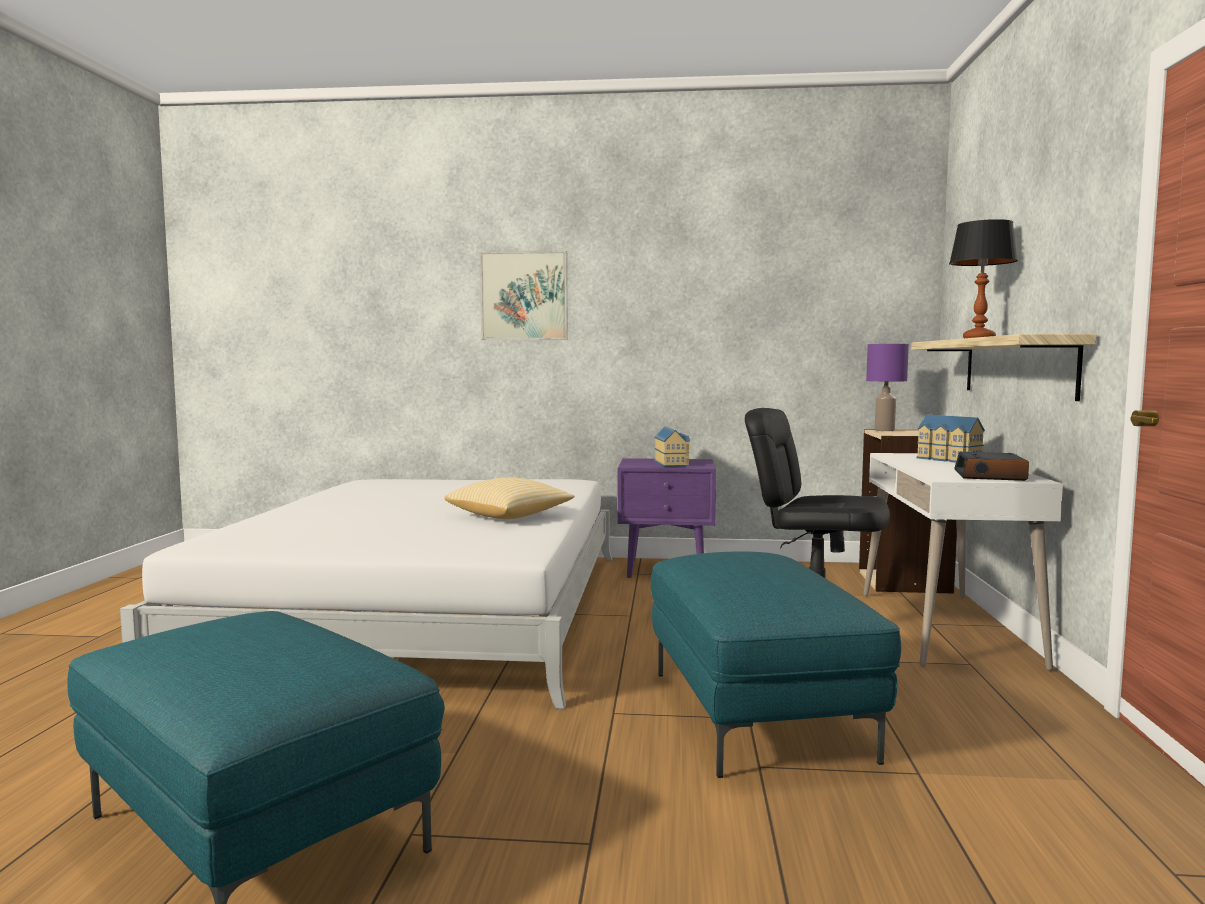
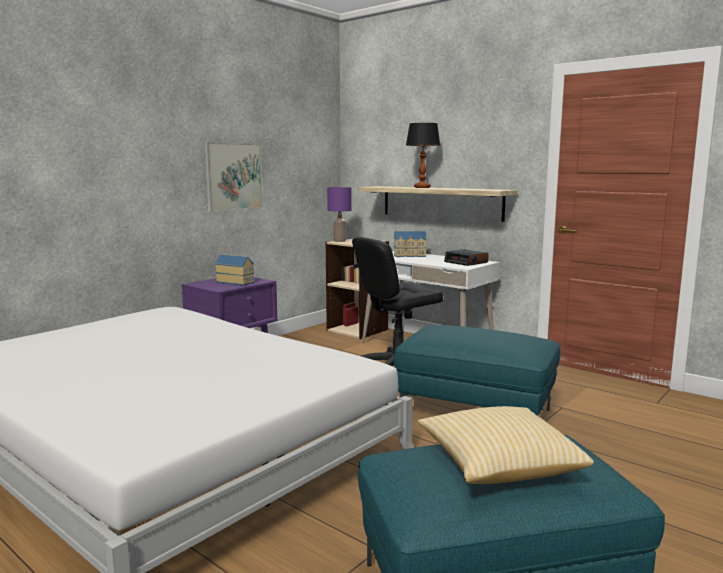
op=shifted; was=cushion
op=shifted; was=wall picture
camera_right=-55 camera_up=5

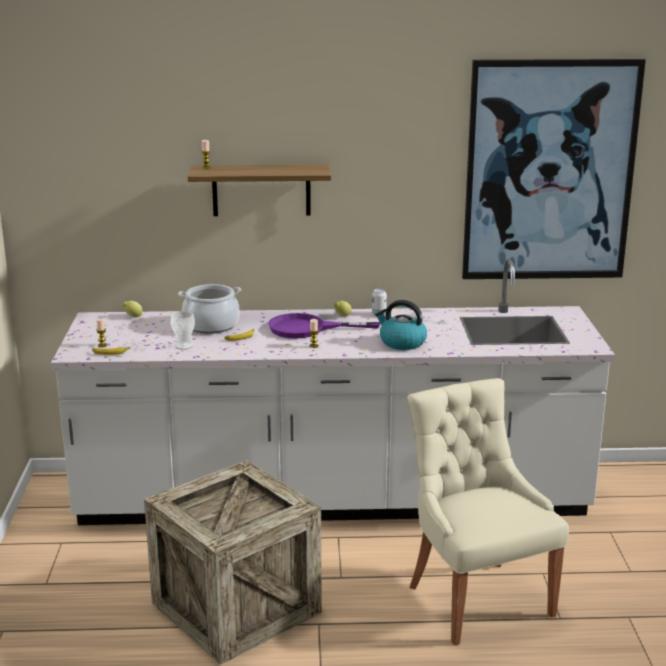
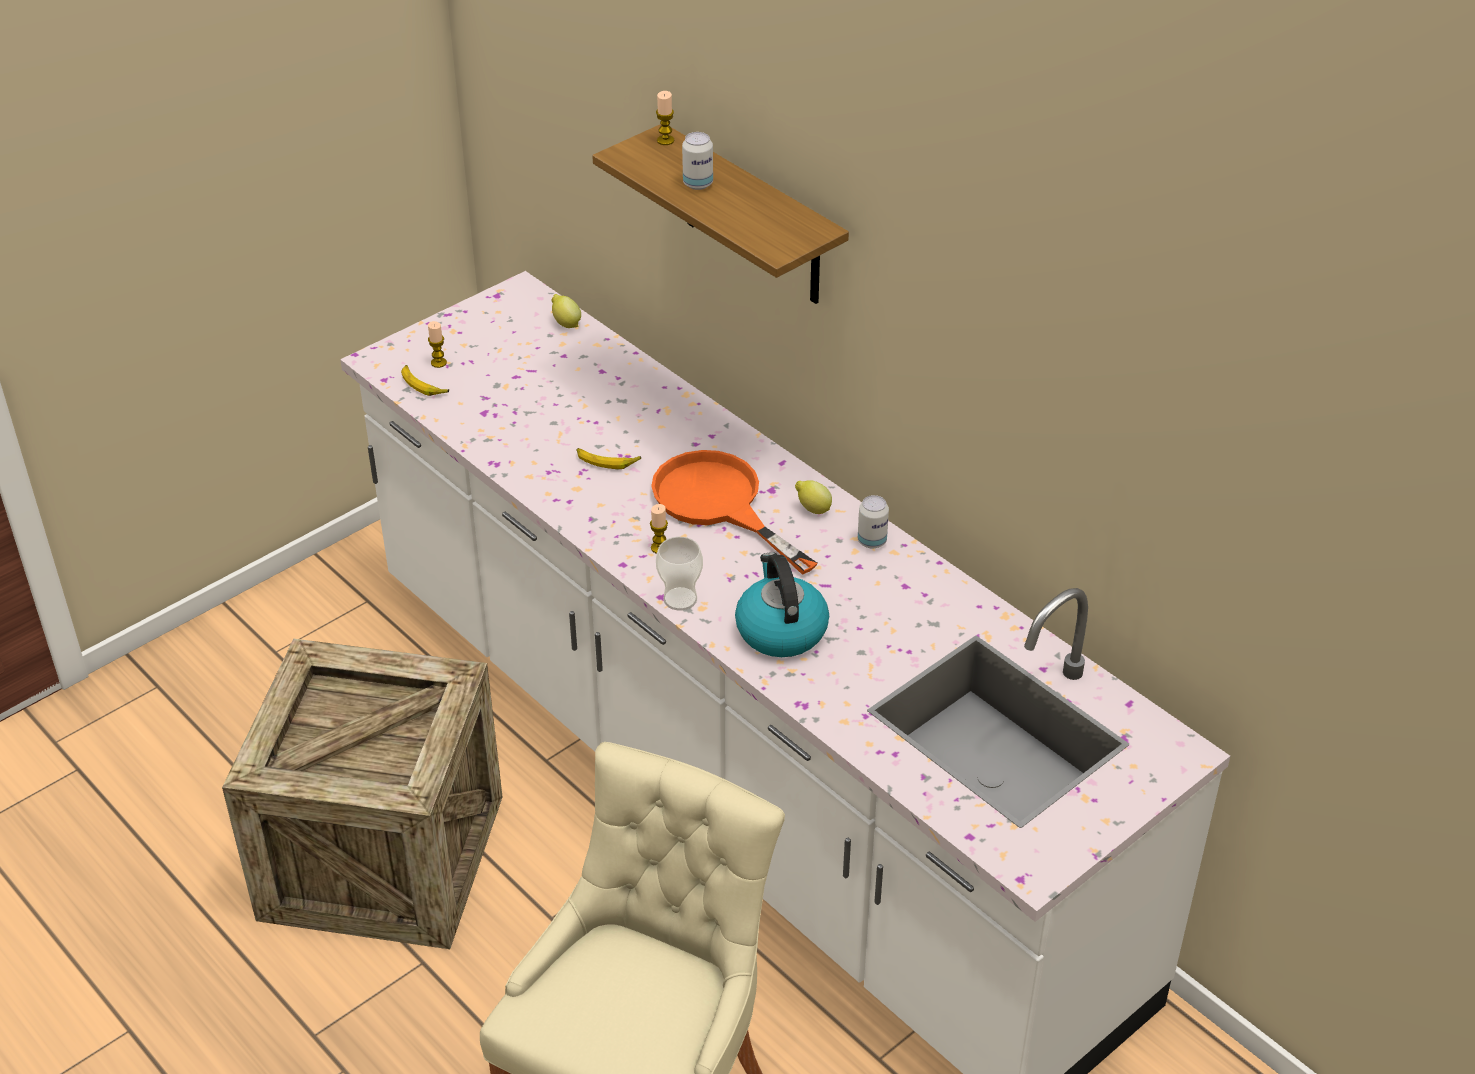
op=shifted; was=drinking cup
op=gone; was=stockpot
op=repainted; was=pan/purple; now=pan/orange-coloured
op=gone; was=wall picture
op=new; now=sealed can (no. 1 from left)
camera_right=50 camera_up=20

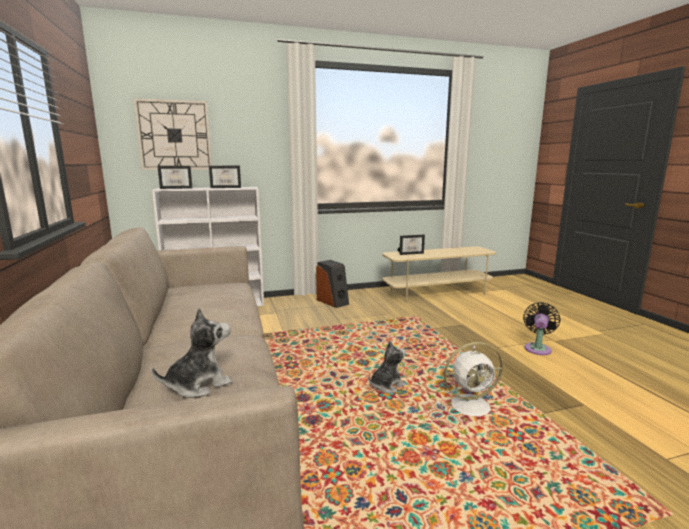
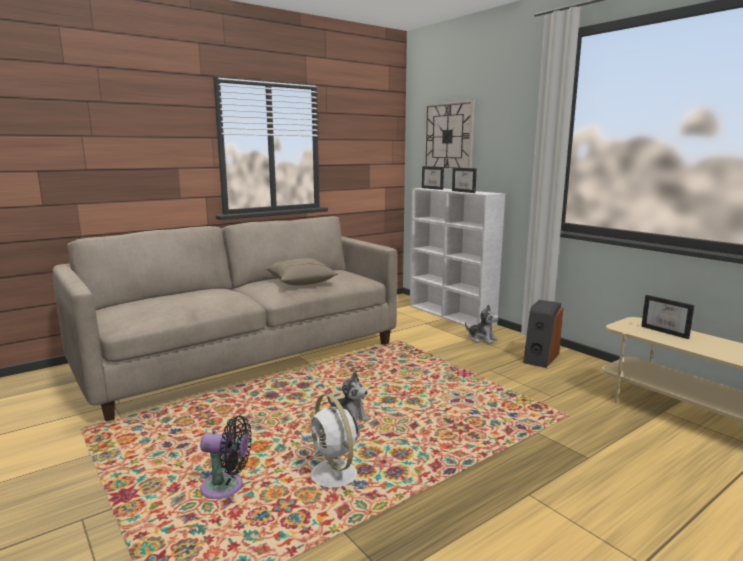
op=shifted; was=cuddly toy (no. 1 from left in the first image); now=cuddly toy (no. 2 from left)
op=shifted; was=cooling fan/black
op=new; now=cushion/beige-coloured
camera_right=70 camera_up=0

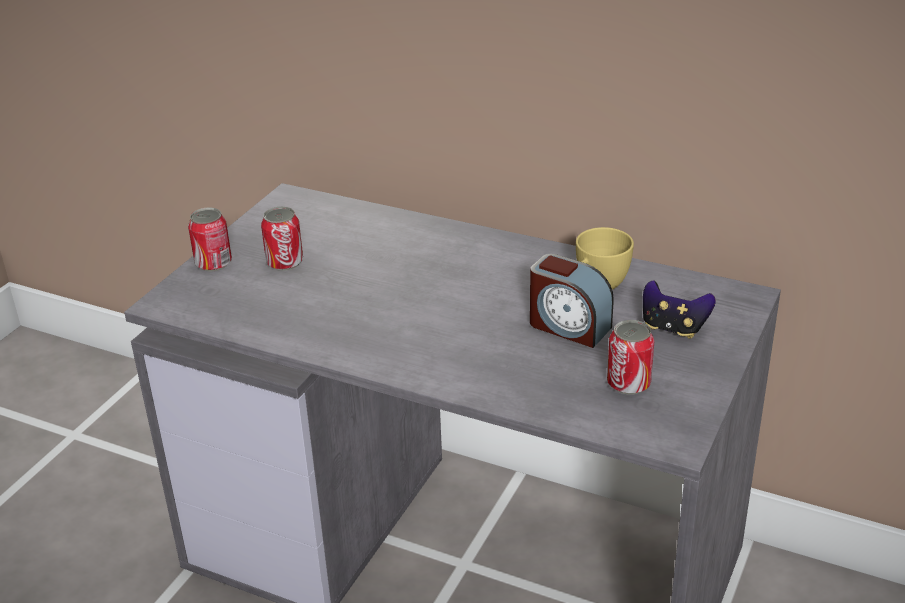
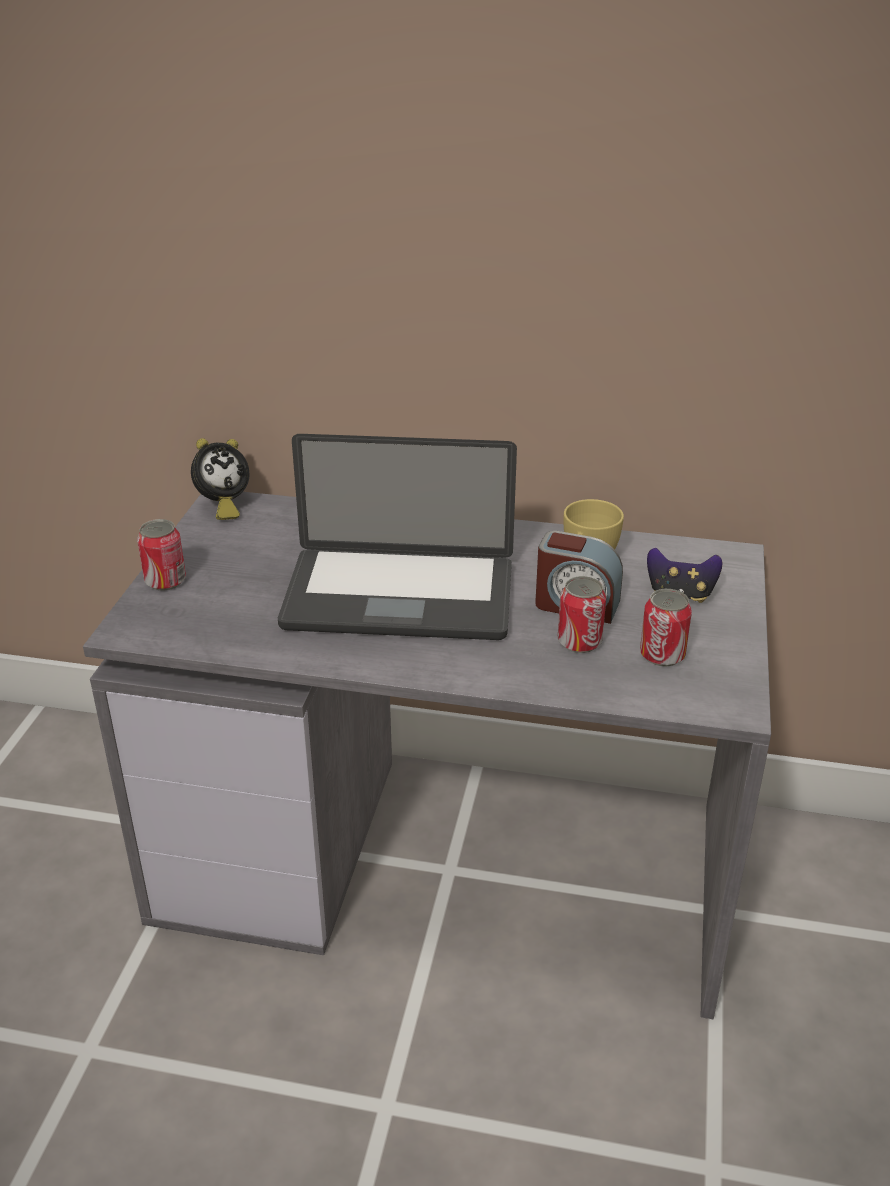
op=shifted; was=sealed can (no. 2 from left)
op=new; now=bedside clock (no. 1 from left)
op=new; now=portable computer
camera_right=-15 camera_up=0

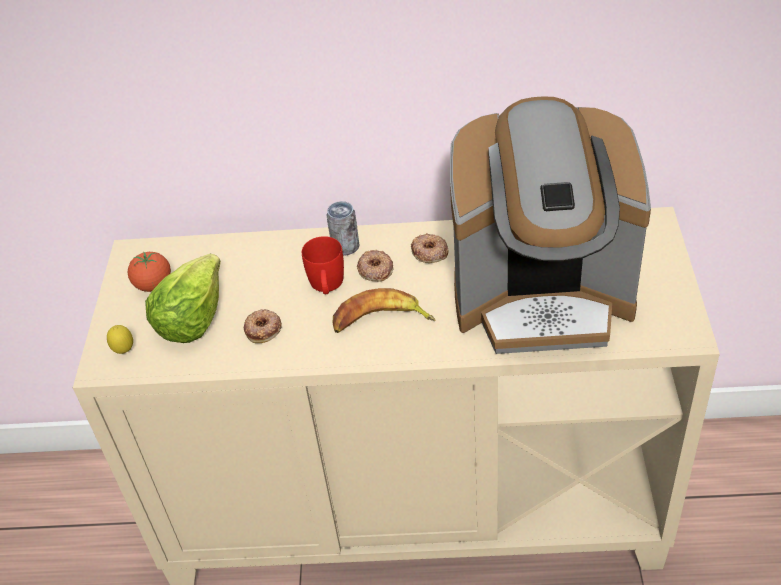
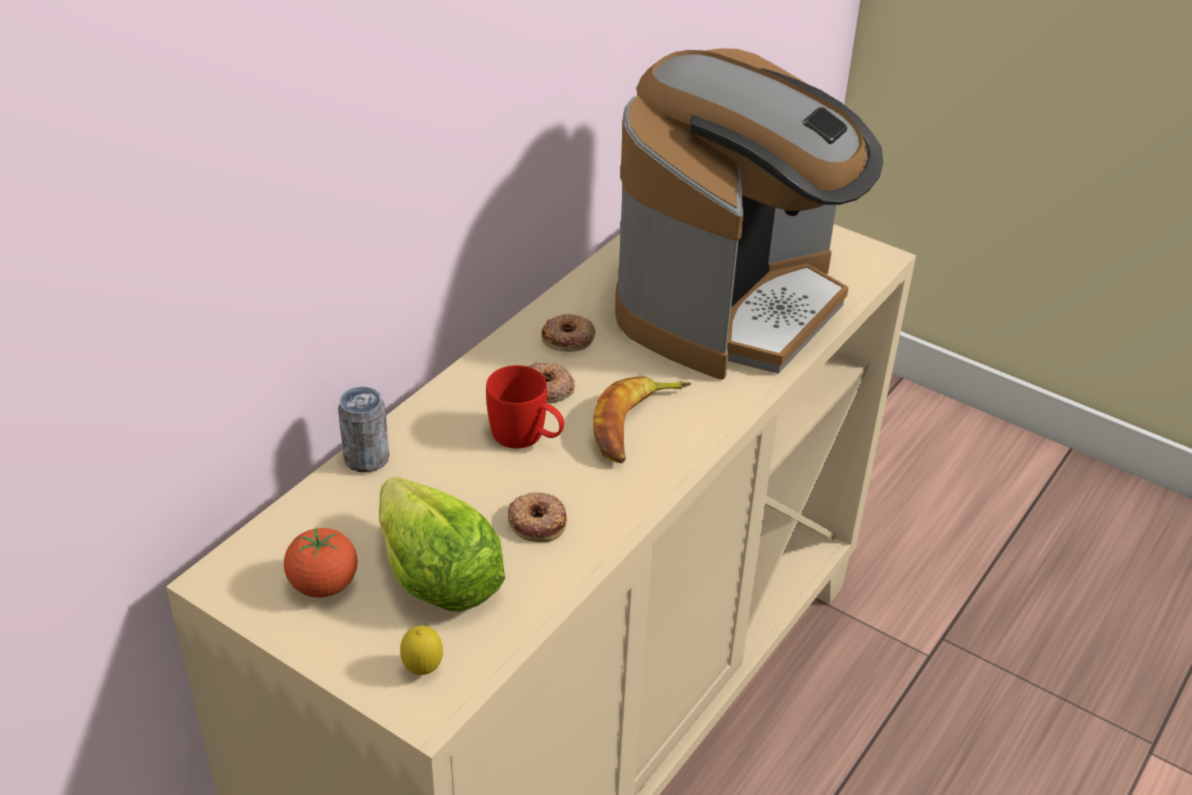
op=shifted; was=sealed can
camera_right=-60 camera_up=-5

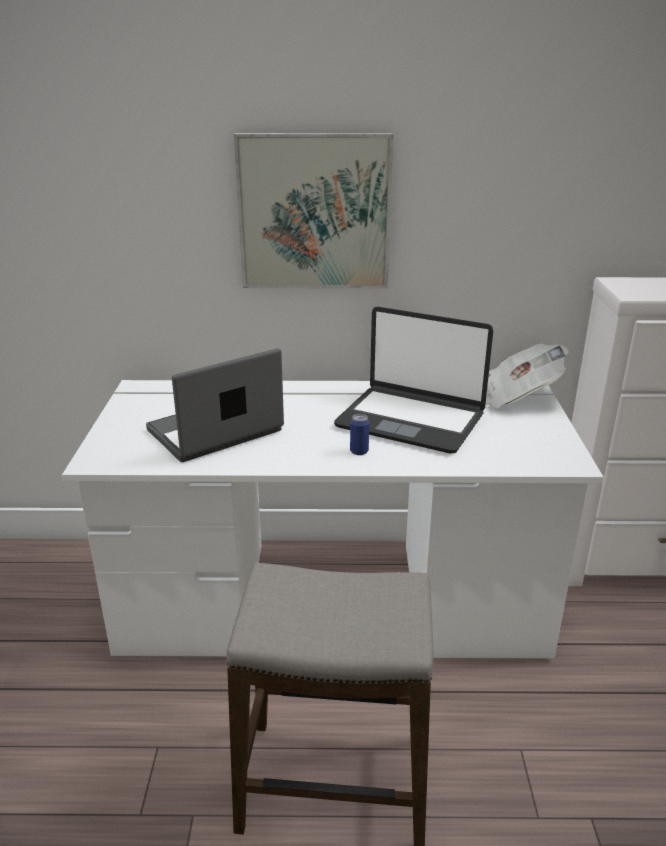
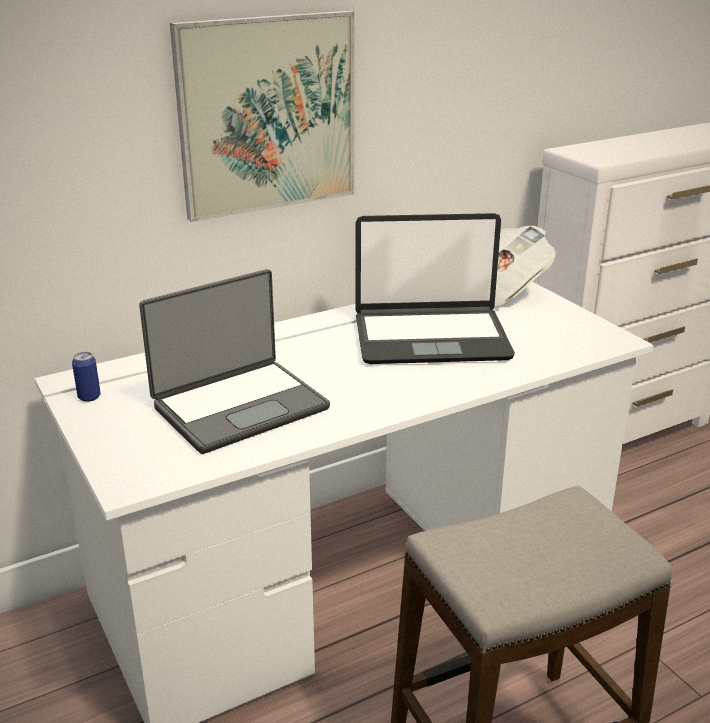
op=rotated; was=portable computer (no. 1 from left); clockwise=-150
op=shifted; was=sealed can
camera_right=-30 camera_up=0

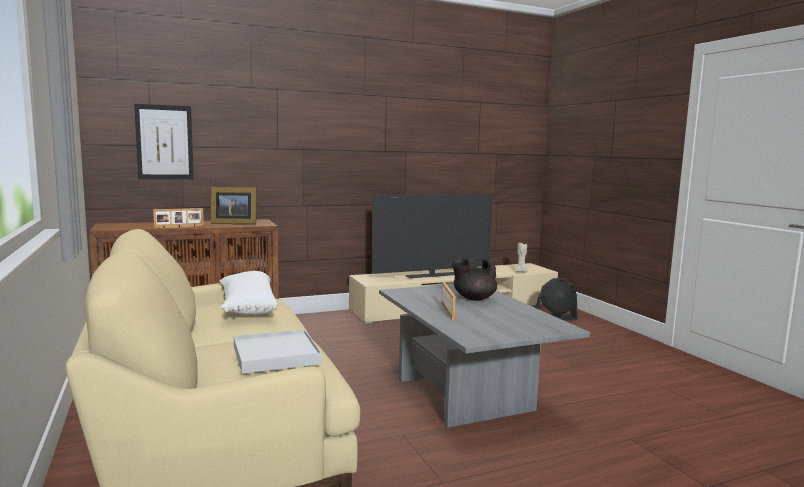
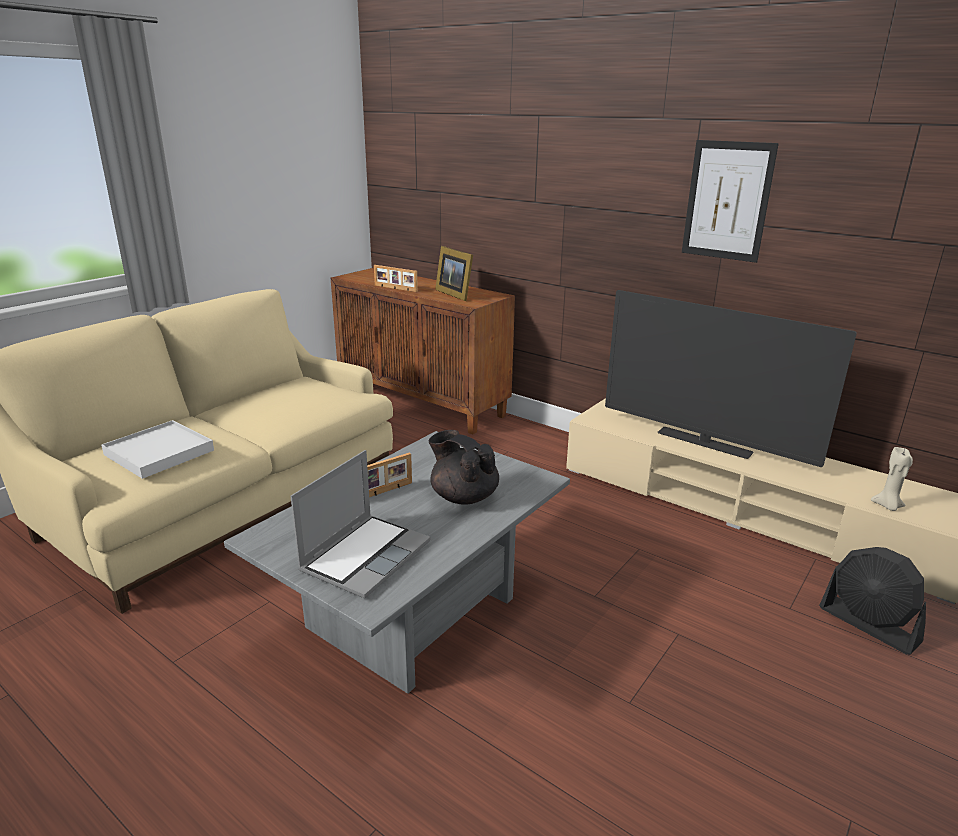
op=shifted; was=wall picture
op=gone; was=cushion/white
op=new; now=portable computer
camera_right=60 camera_up=15

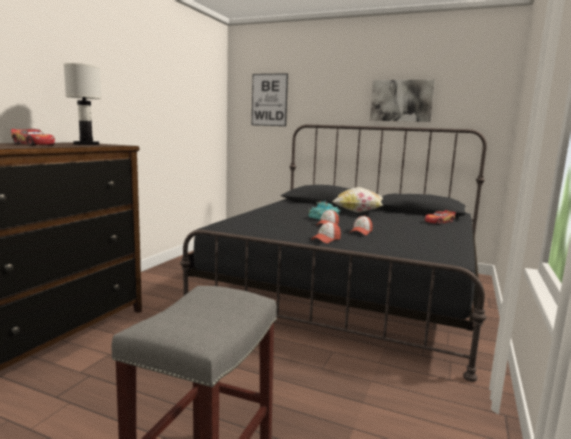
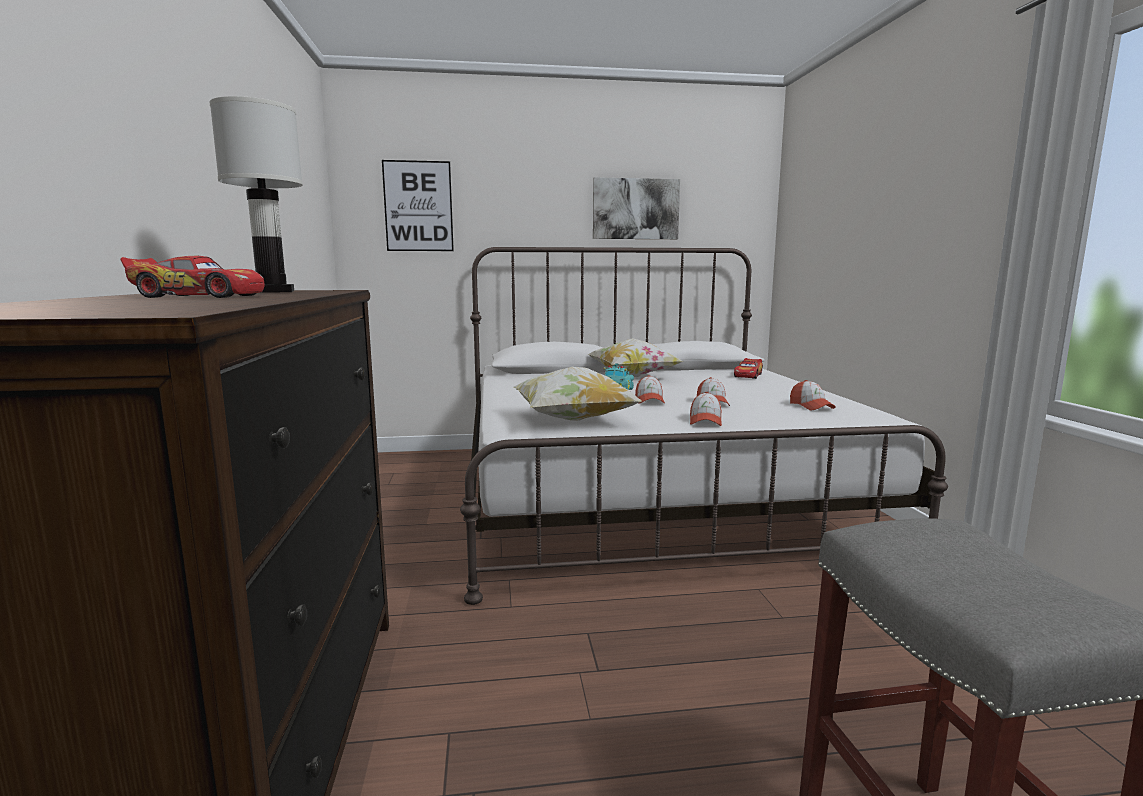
op=repainted; was=sleeping bed/black; now=sleeping bed/white
op=new; now=cushion (no. 1 from left)
op=new; now=cap (no. 4 from left)
camera_right=-30 camera_up=0

